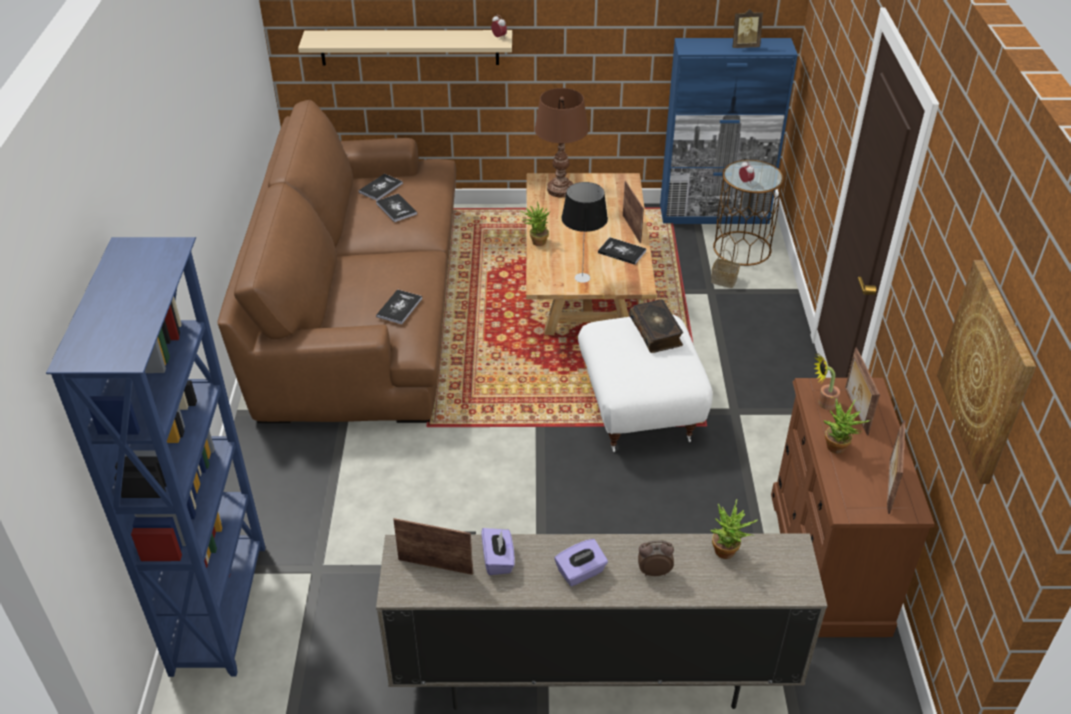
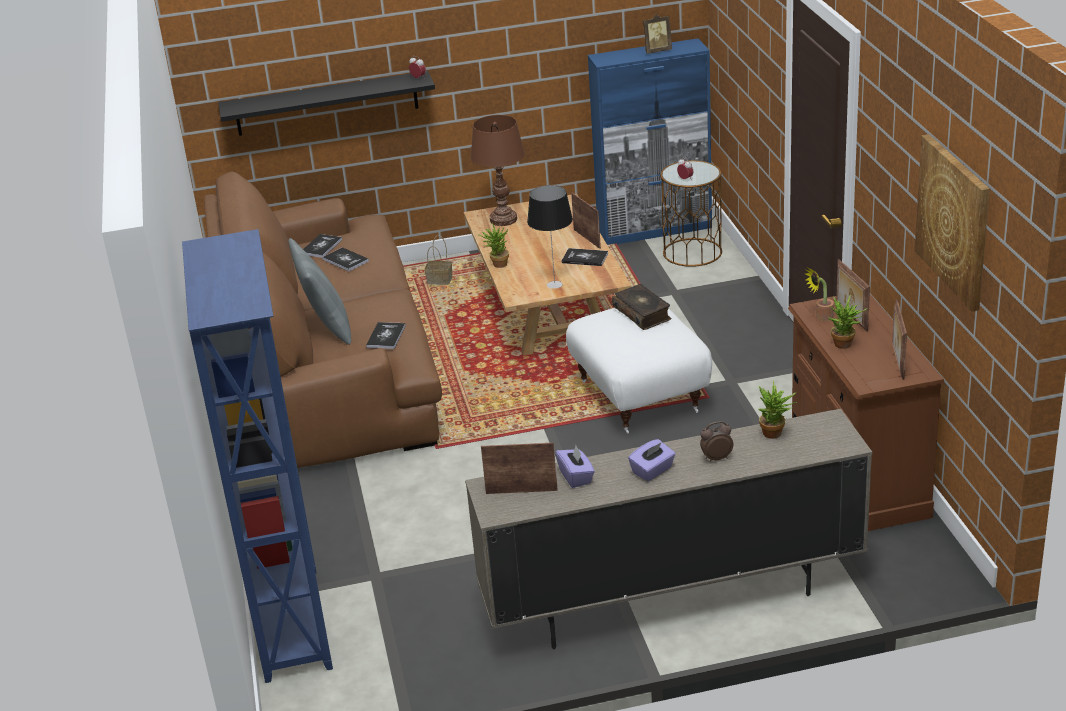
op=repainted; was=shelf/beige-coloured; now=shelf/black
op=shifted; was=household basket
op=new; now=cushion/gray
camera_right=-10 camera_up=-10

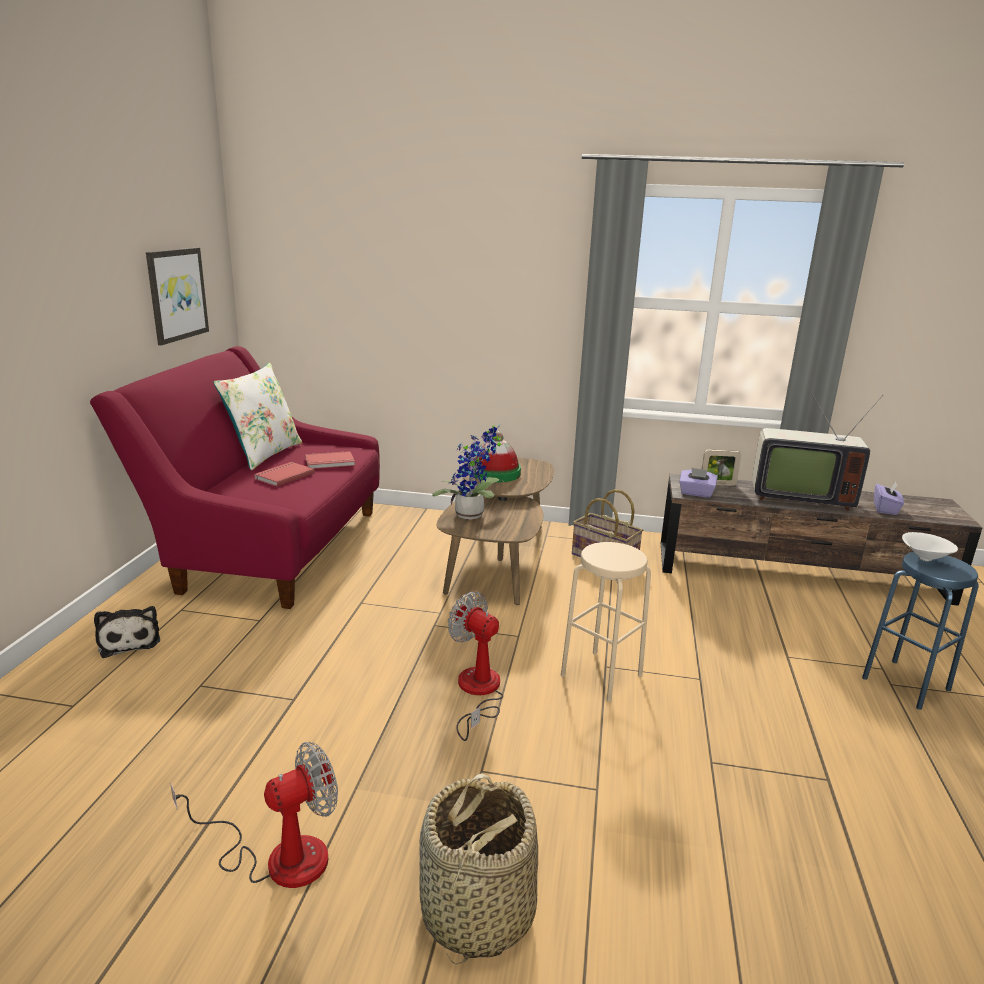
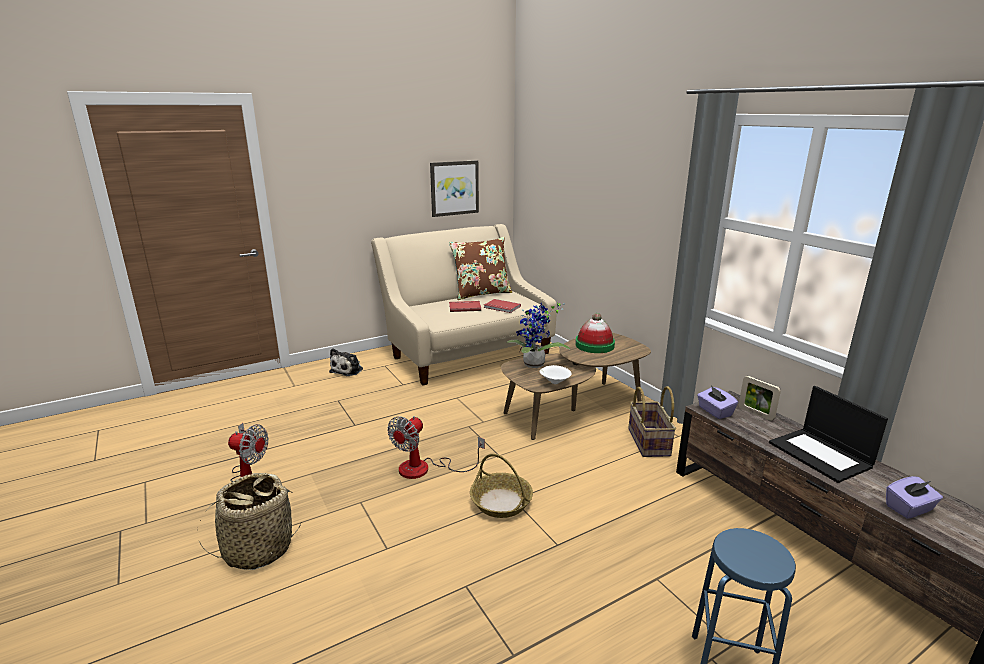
op=repainted; was=couch/red-coloured; now=couch/beige-coloured
op=repainted; was=cushion/white; now=cushion/brownish
op=rotated; was=cooling fan (no. 2 from left); clockwise=-150
op=swapped; was=stool/beige-coloured; now=household basket (no. 2 from left)
op=swapped; was=TV set; now=portable computer
op=shifted; was=bowl/white
camera_right=50 camera_up=0

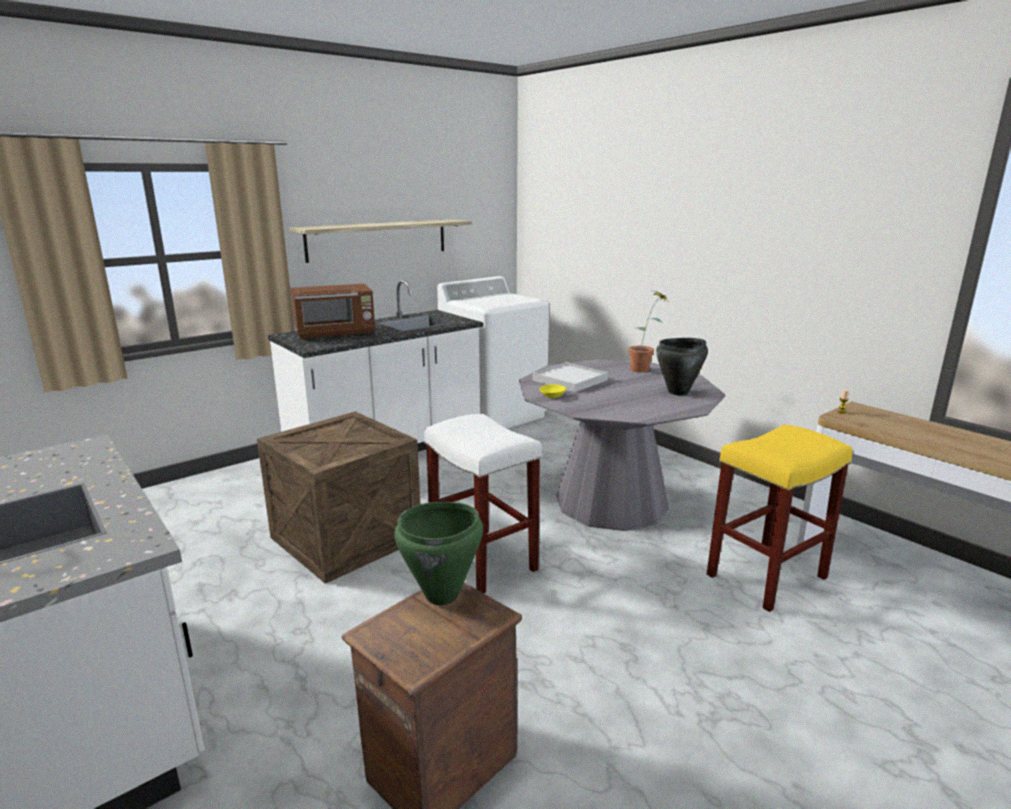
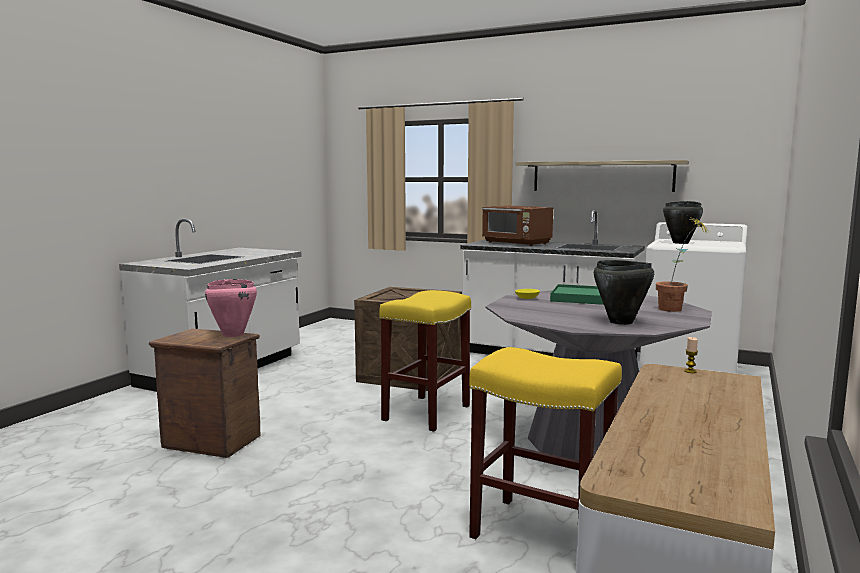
op=repainted; was=stockpot/greenish; now=stockpot/pinkish
op=repainted; was=stool/white; now=stool/yellowish (no. 1 from left)
op=repainted; was=serving tray/white; now=serving tray/greenish
op=new; now=stockpot/black (no. 2 from left)
camera_right=65 camera_up=-10

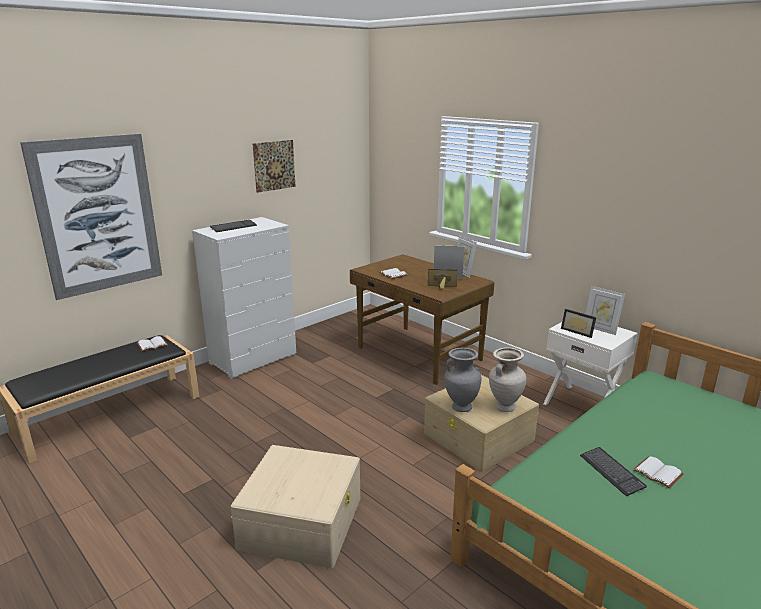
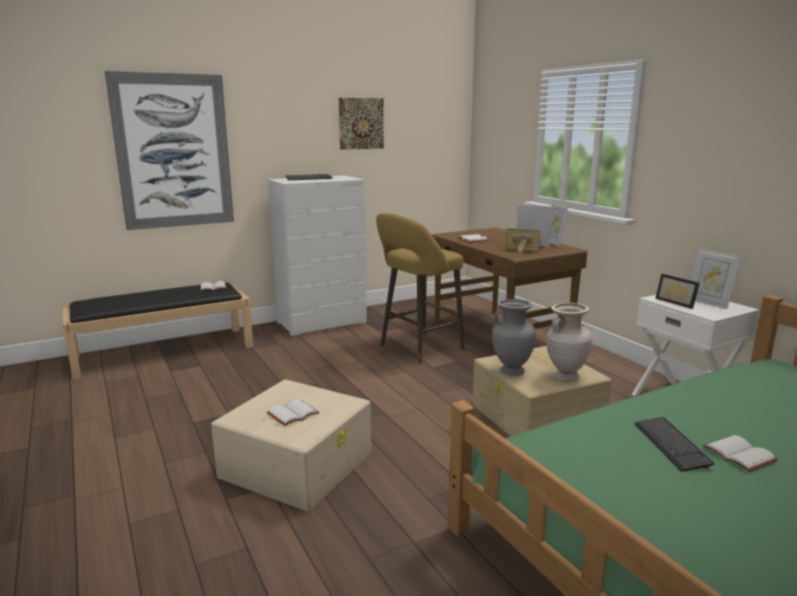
op=new; now=book/white (no. 2 from left)
op=new; now=stool/yellowish
camera_right=15 camera_up=-5

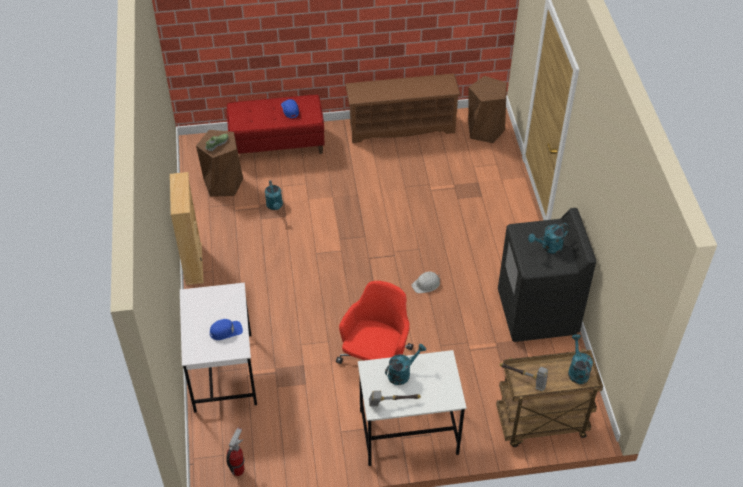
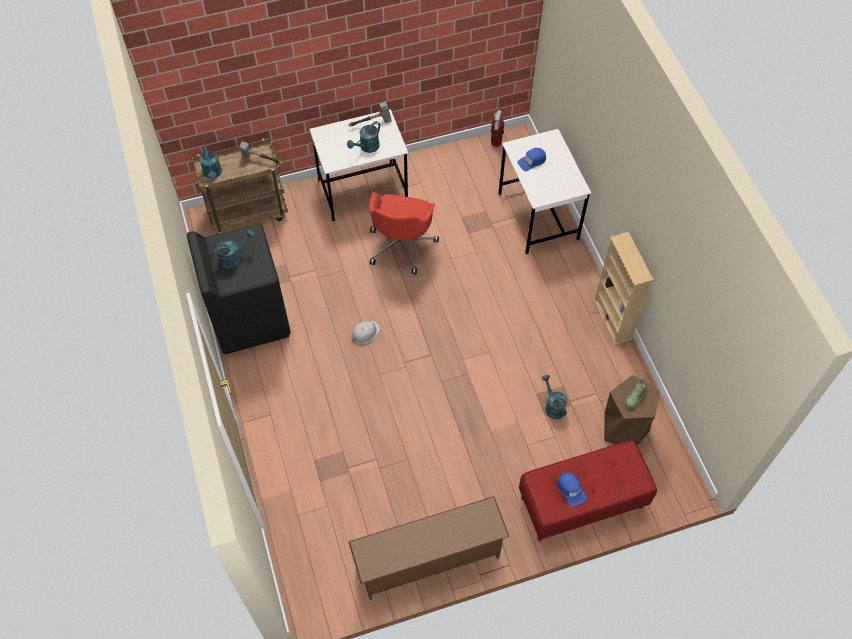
op=gone; was=stool/brownish (no. 2 from left)
camera_right=170 camera_up=10

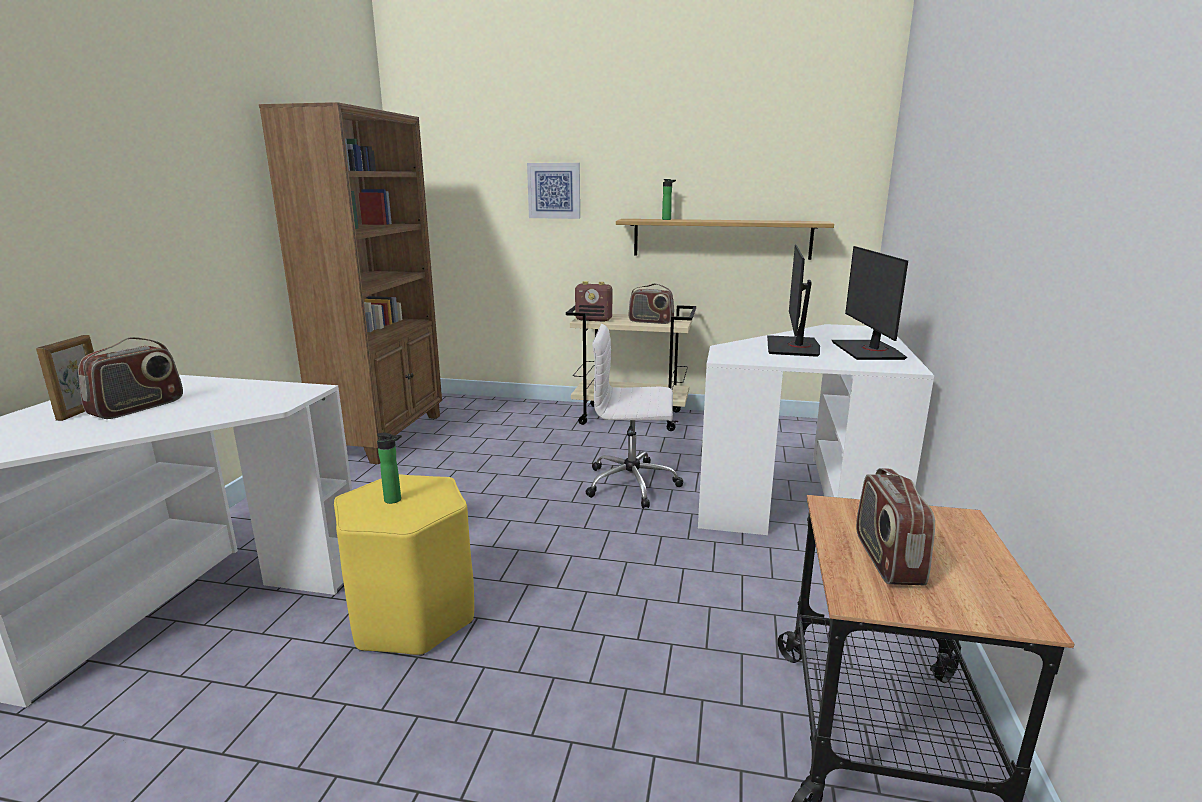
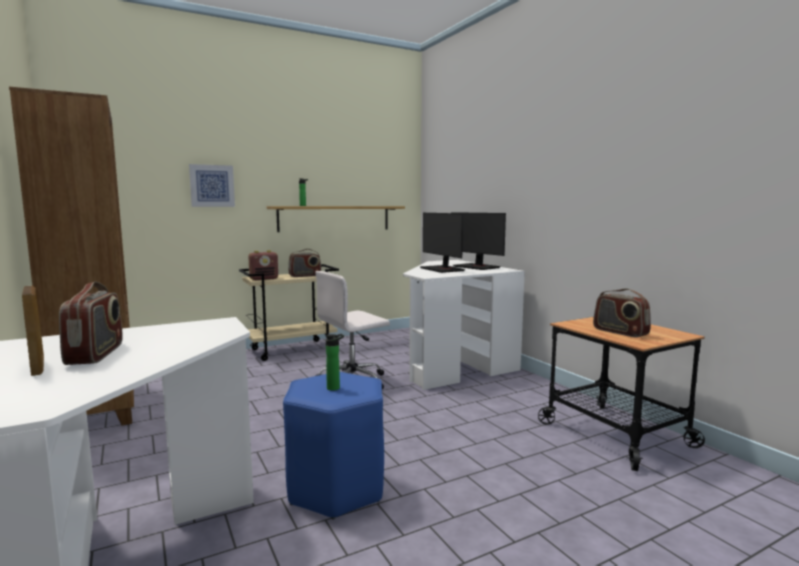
op=repainted; was=stool/yellowish; now=stool/bluish
camera_right=-40 camera_up=-10

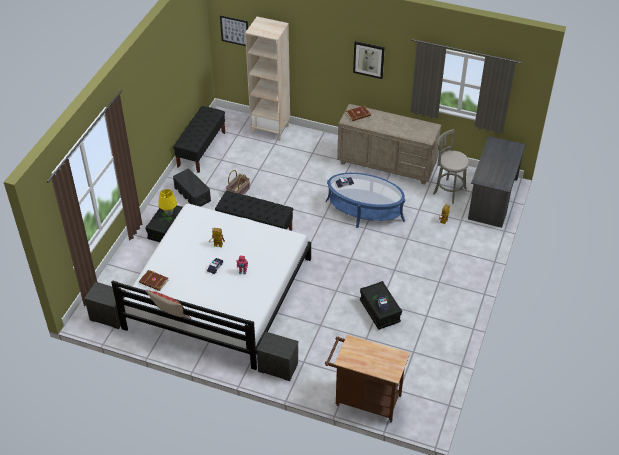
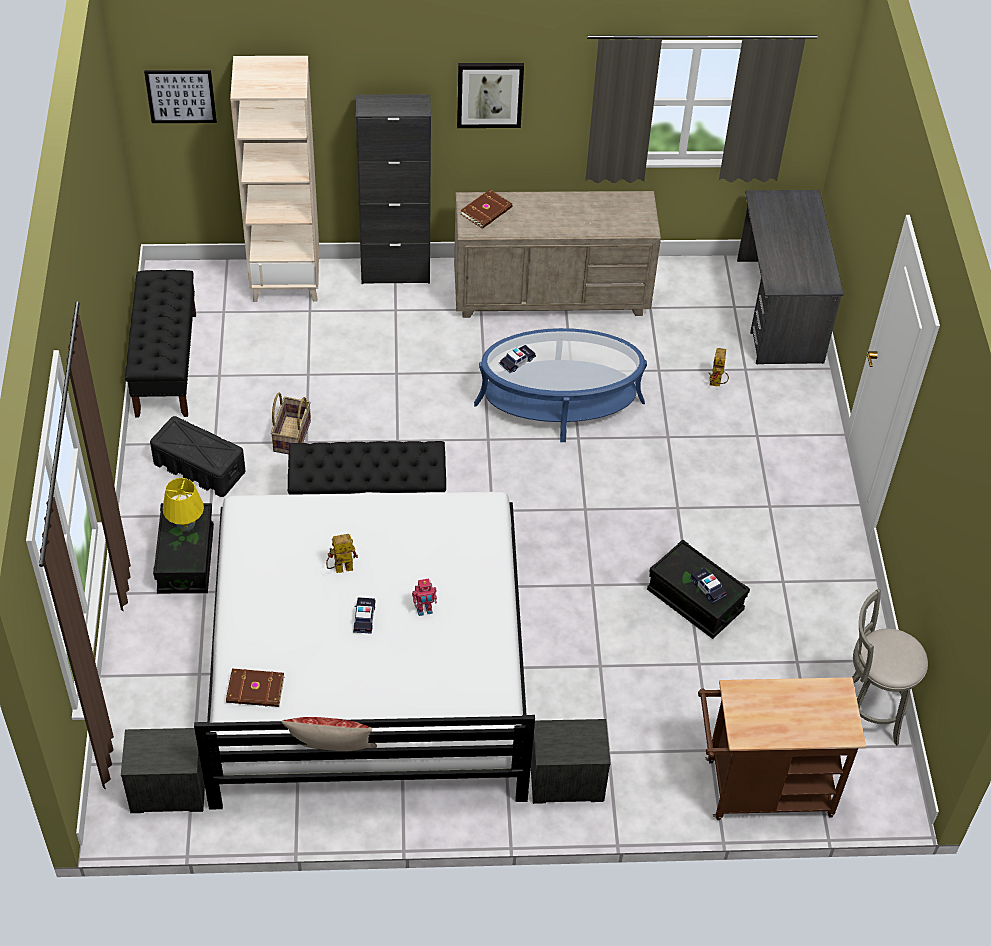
op=shifted; was=stool/gray
op=new; now=storage cabinet/black
camera_right=-25 camera_up=5

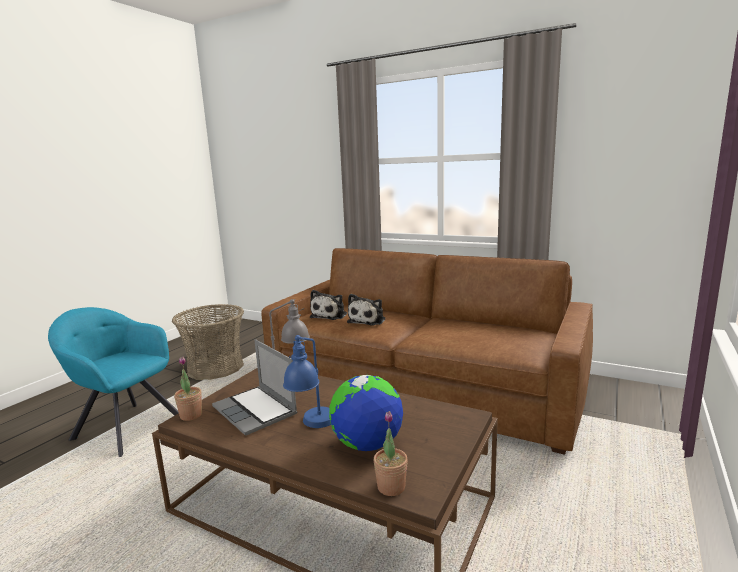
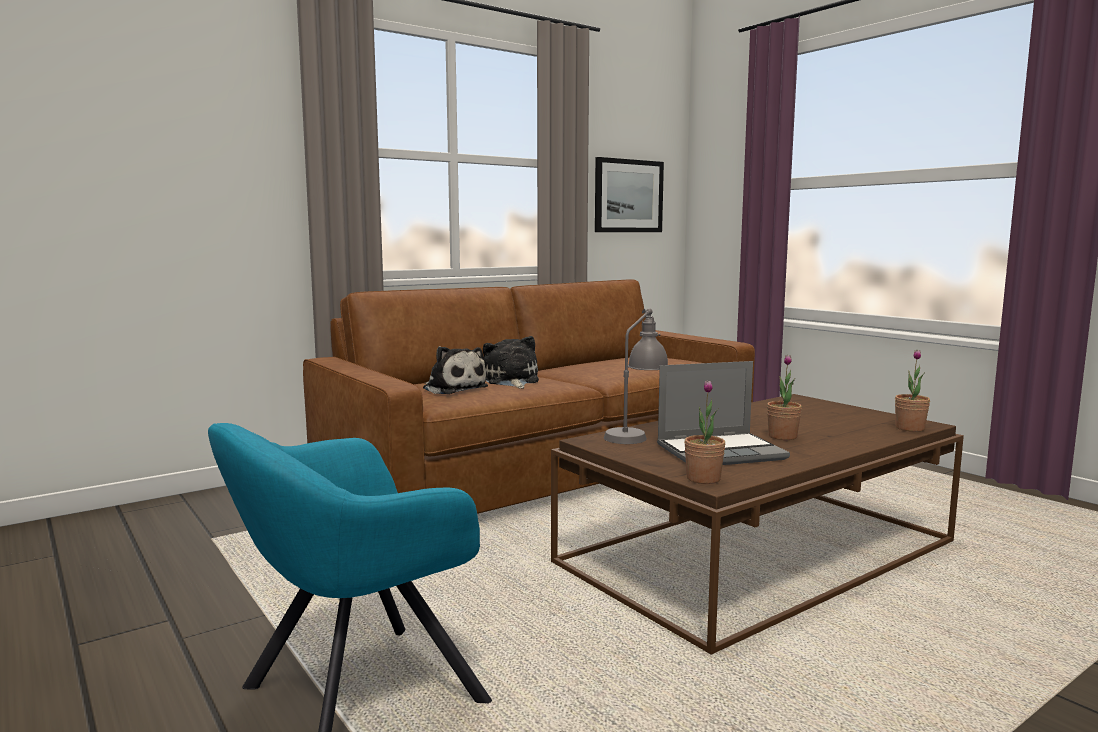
op=gone; was=household basket
op=swapped; was=lamp for a table/bluish; now=houseplant (no. 2 from left)
op=gone; was=globe
op=rotated; was=cuddly toy (no. 2 from left); clockwise=-150
op=new; now=wall picture
camera_right=-65 camera_up=-5

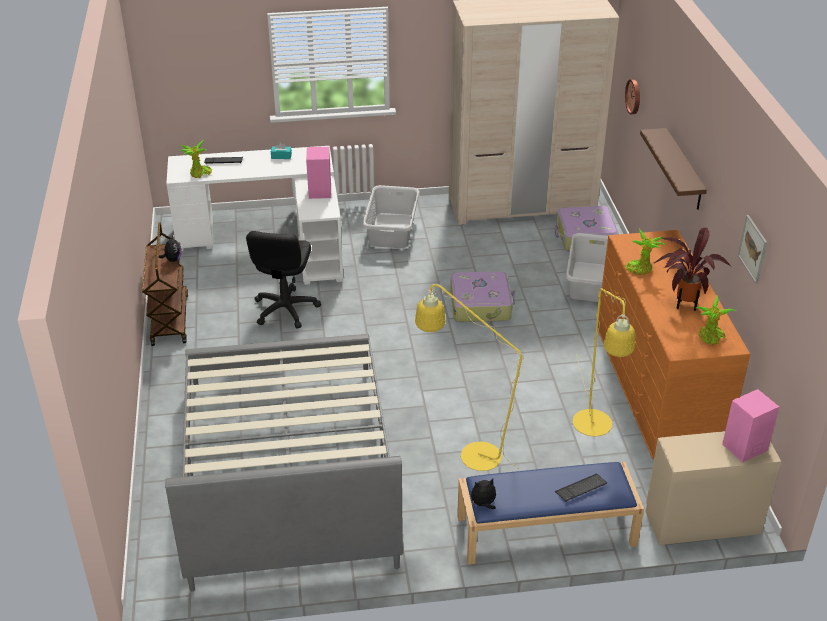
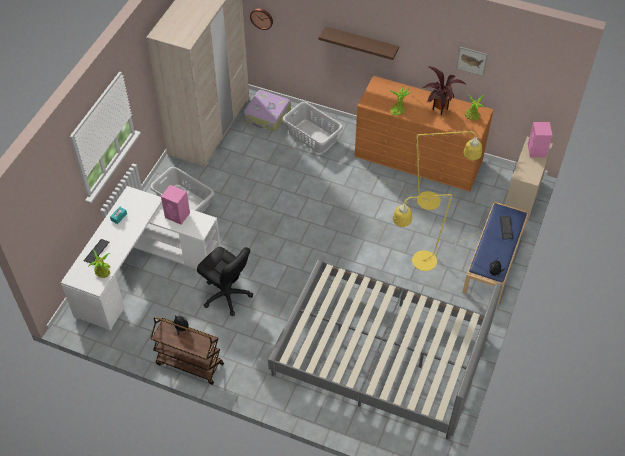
op=gone; was=piece of luggage (no. 1 from left)
camera_right=-60 camera_up=15

